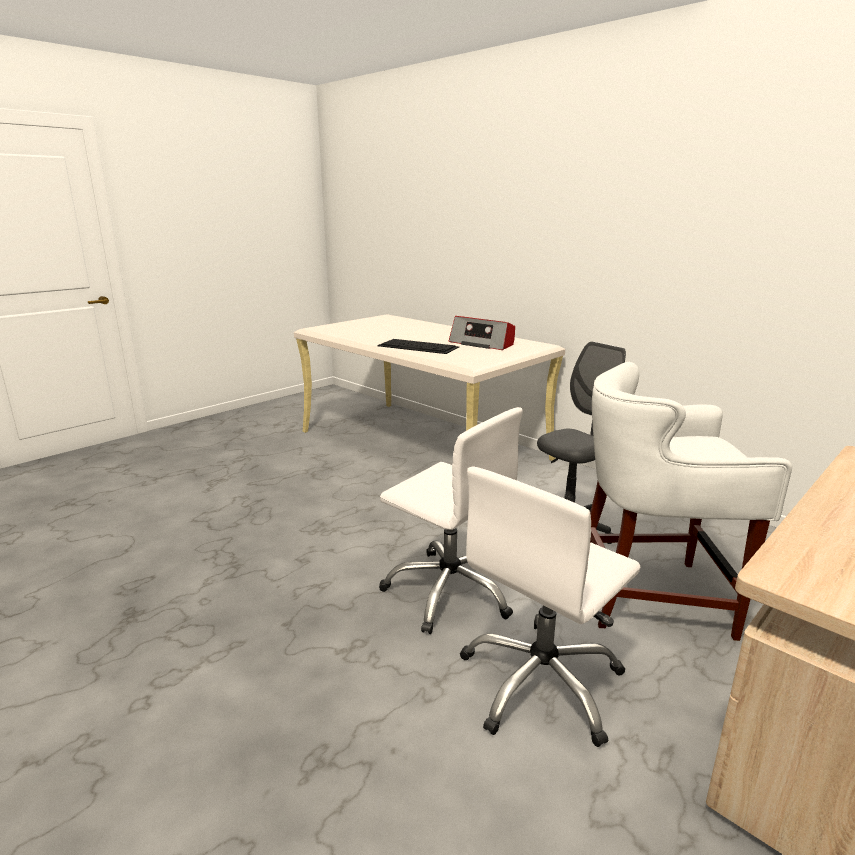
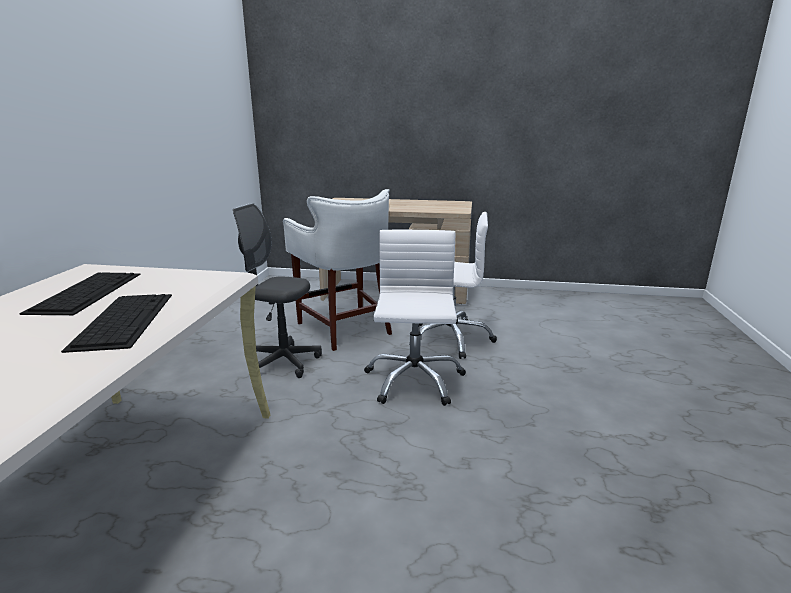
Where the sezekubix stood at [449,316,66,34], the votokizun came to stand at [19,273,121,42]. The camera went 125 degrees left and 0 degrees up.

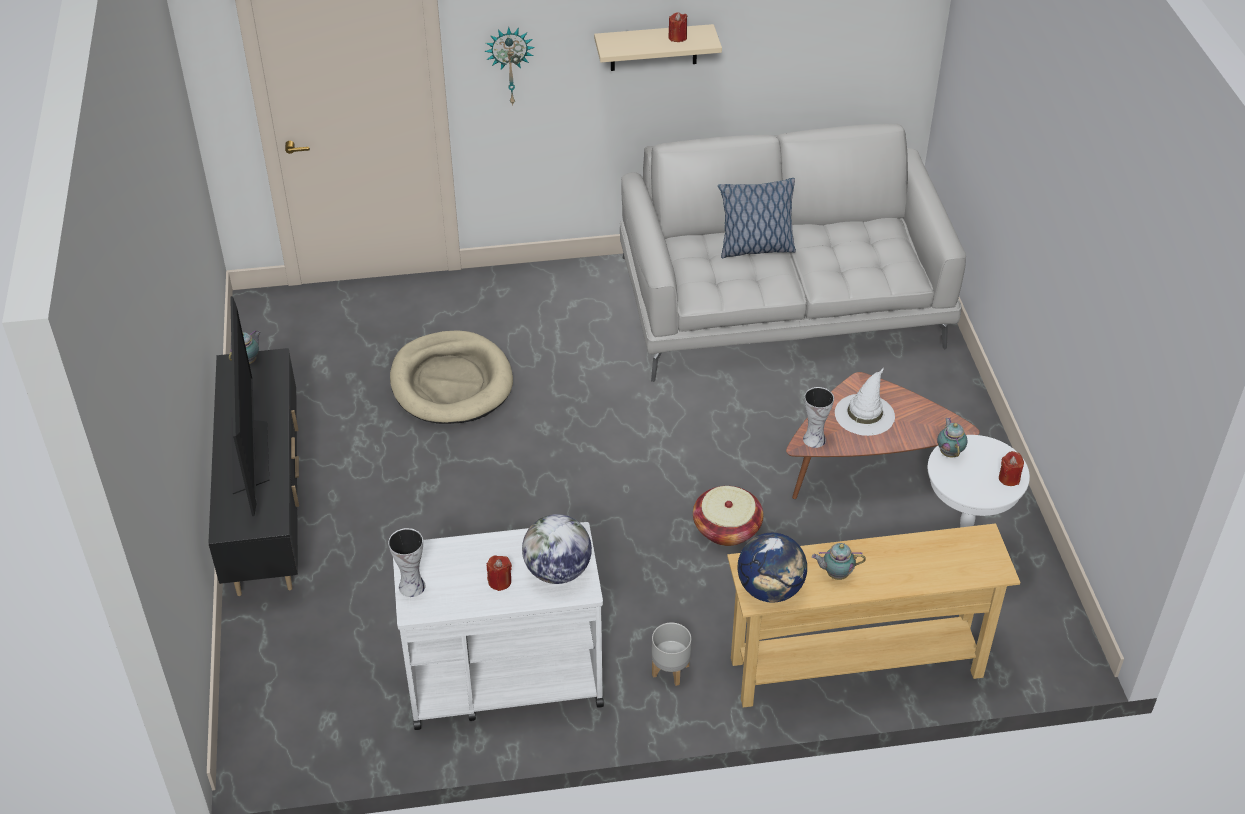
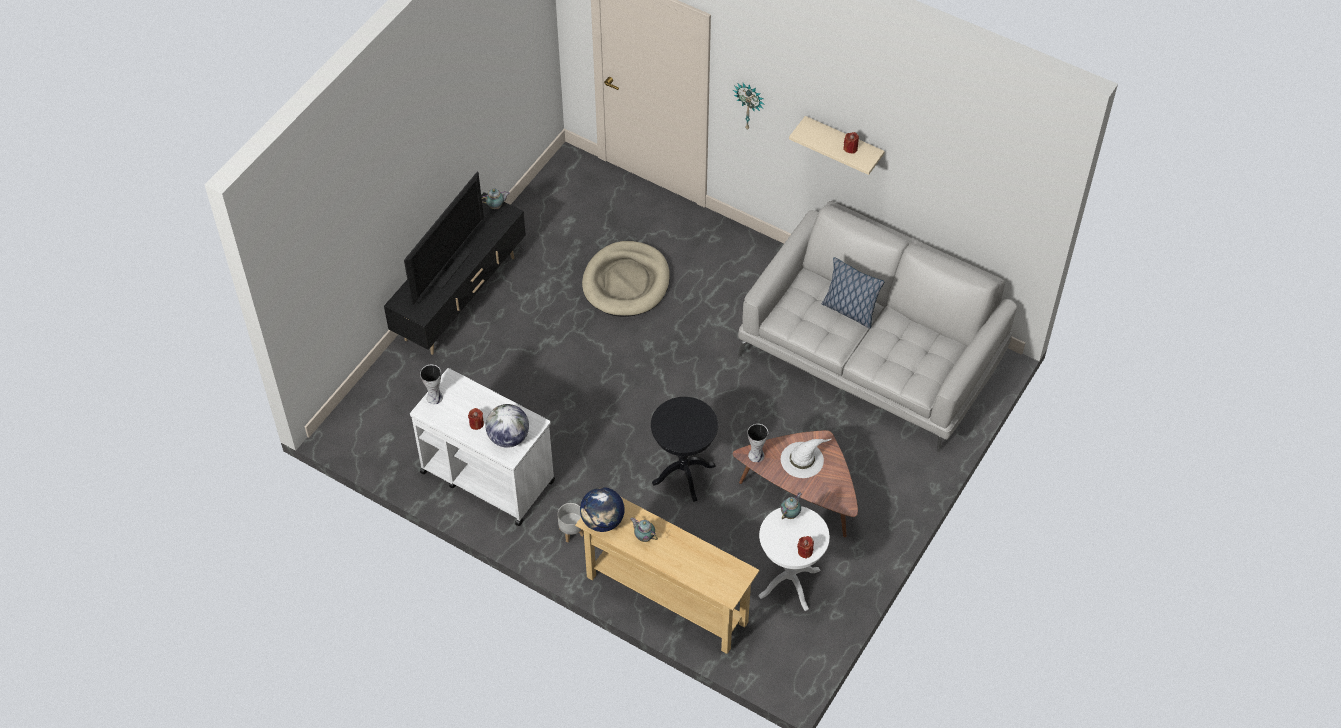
Where the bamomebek stood at [693,486,70,60], the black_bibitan came to stand at [651,397,67,105]. The camera went 40 degrees right and 10 degrees up.

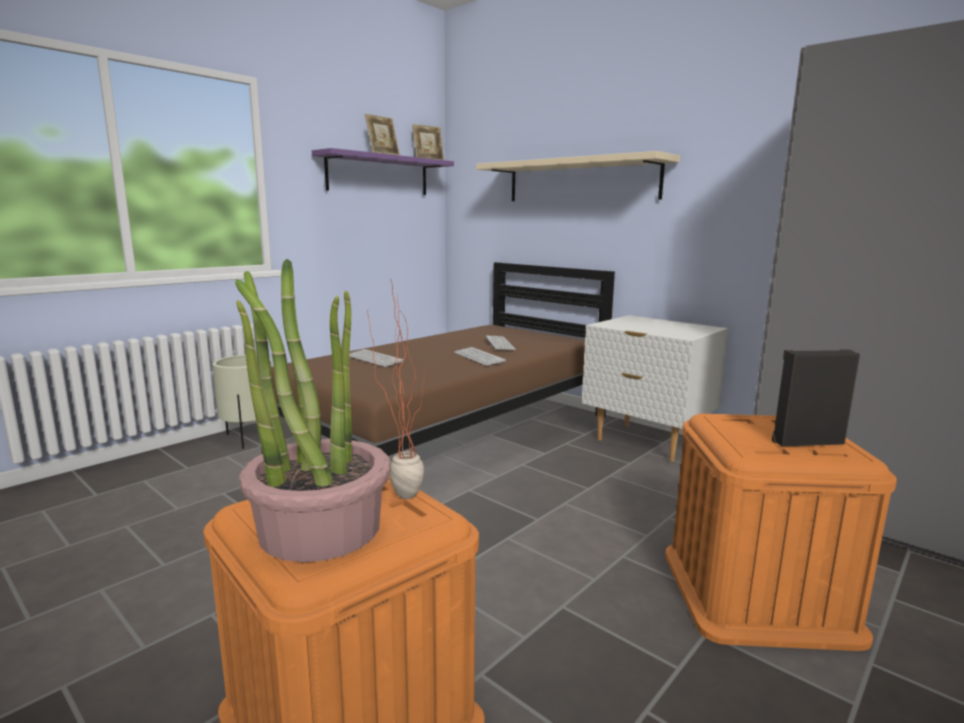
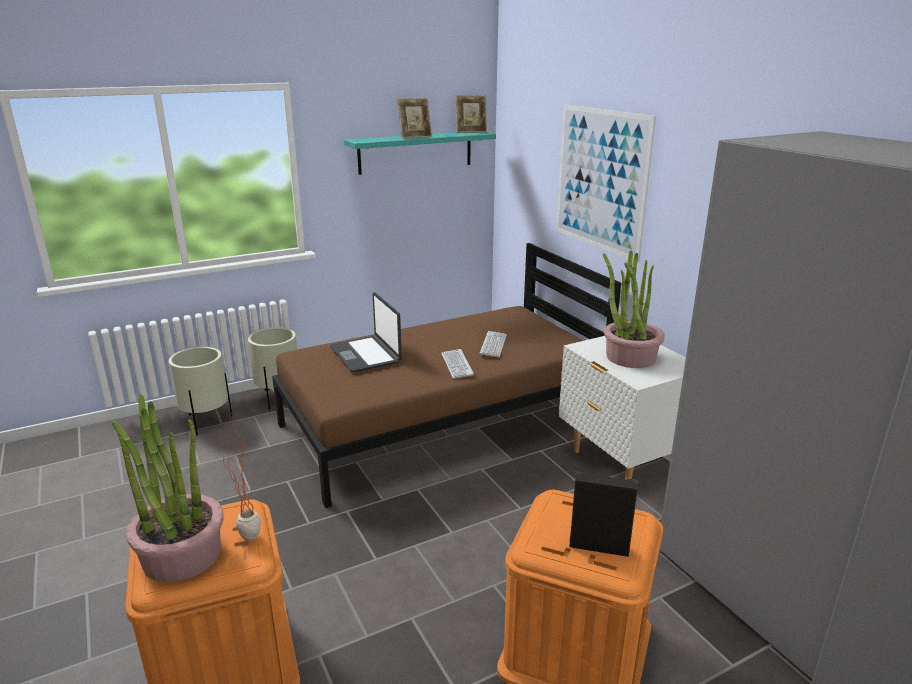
The second view gained the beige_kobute at [169,347,63,88]. The second view gained the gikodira at [603,250,62,118]. Where the votokizun stood at [350,349,53,18], the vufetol came to stand at [330,292,72,80]. Where the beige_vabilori hung at [476,151,204,50], the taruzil came to hang at [556,105,100,157]. What was the purple_vabilori at [312,148,142,47] turned into the turquoise_vabilori at [344,132,152,43]. The camera went 20 degrees right and 10 degrees up.

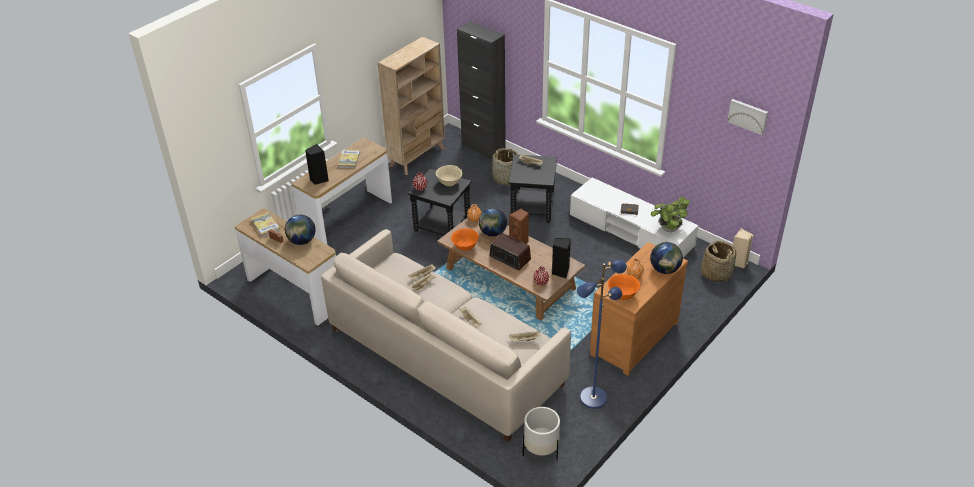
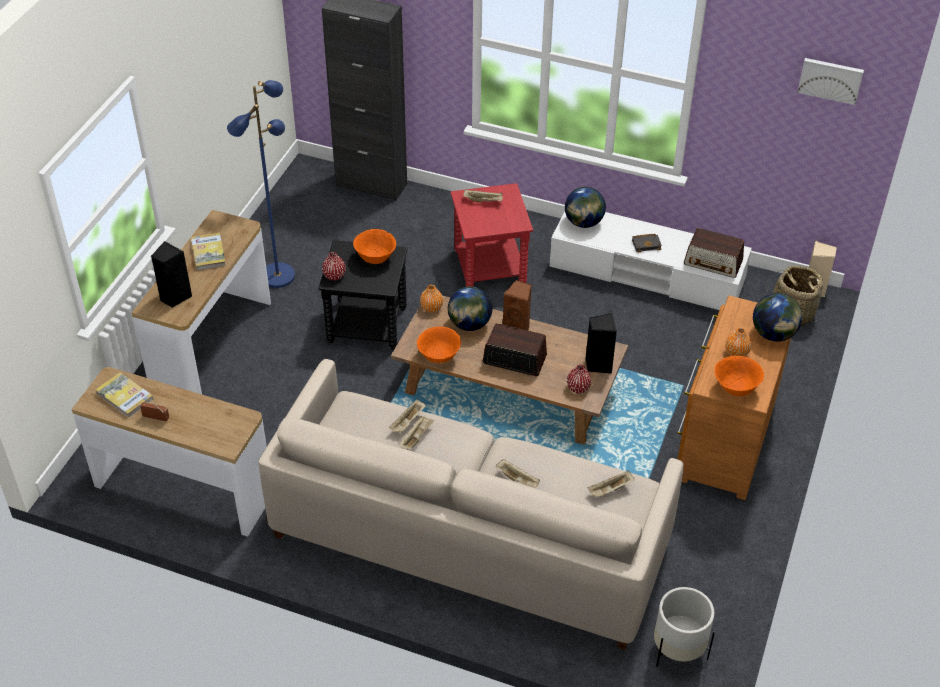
The second view lost the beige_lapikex at [378,37,67,138]. The second view lost the bamomebek at [492,148,27,37]. The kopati ended up elsewhere, having gone from [285,215,31,30] to [565,187,41,41]. The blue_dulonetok ended up elsewhere, having gone from [577,260,50,149] to [227,80,68,208]. Where the gikodira stood at [651,196,39,36], the sezekubix came to stand at [684,228,60,50]. What was the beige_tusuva at [436,165,26,21] turned into the orange_tusuva at [353,229,43,35]. What was the black_bibitan at [509,154,48,69] turned into the red_bibitan at [451,183,82,104]. The camera went 20 degrees left and 5 degrees up.

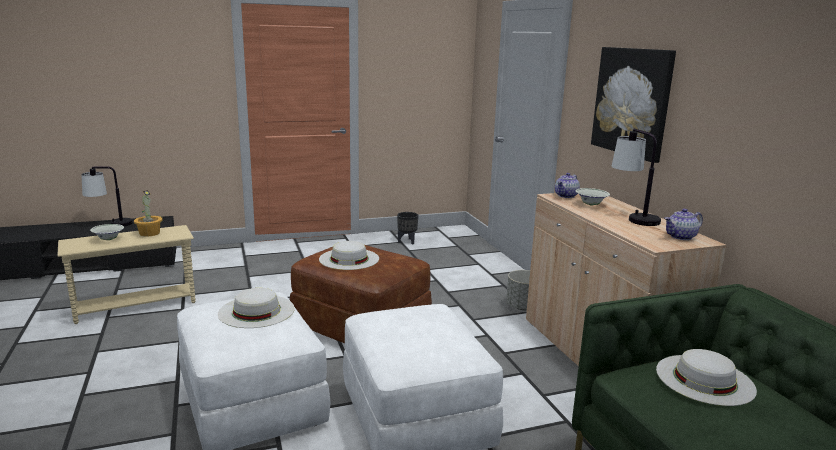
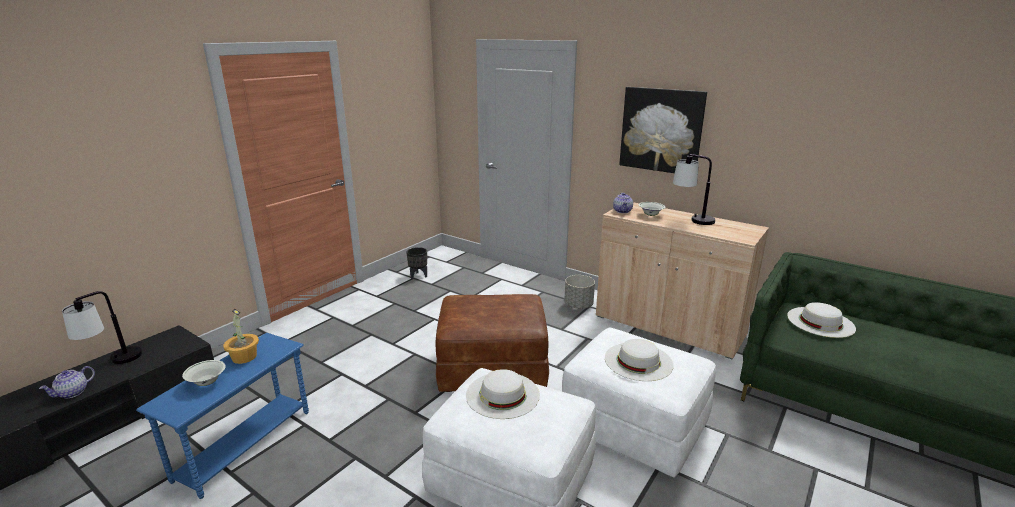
The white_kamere ended up elsewhere, having gone from [319,241,60,29] to [605,339,68,42]. The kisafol ended up elsewhere, having gone from [664,208,39,32] to [39,366,56,32]. What was the beige_bibitan at [57,225,139,99] turned into the blue_bibitan at [136,333,173,166]. The camera went 35 degrees left and 5 degrees up.

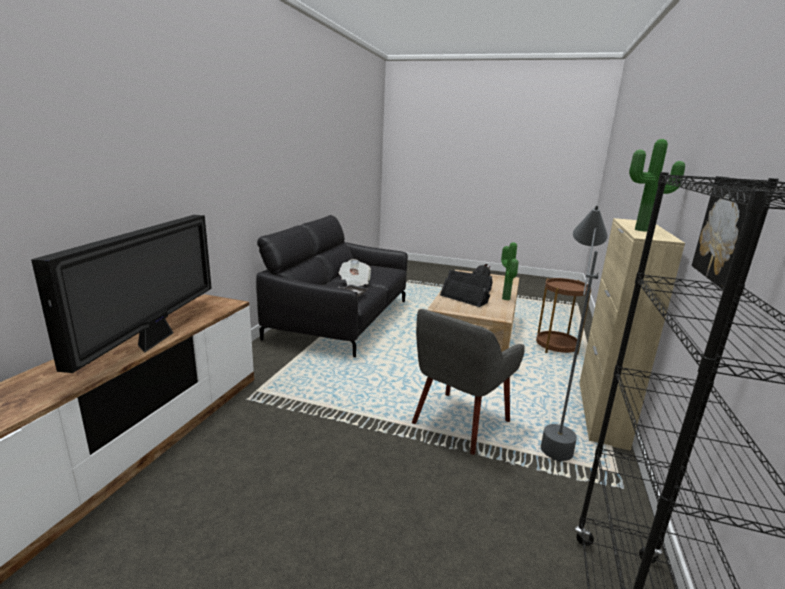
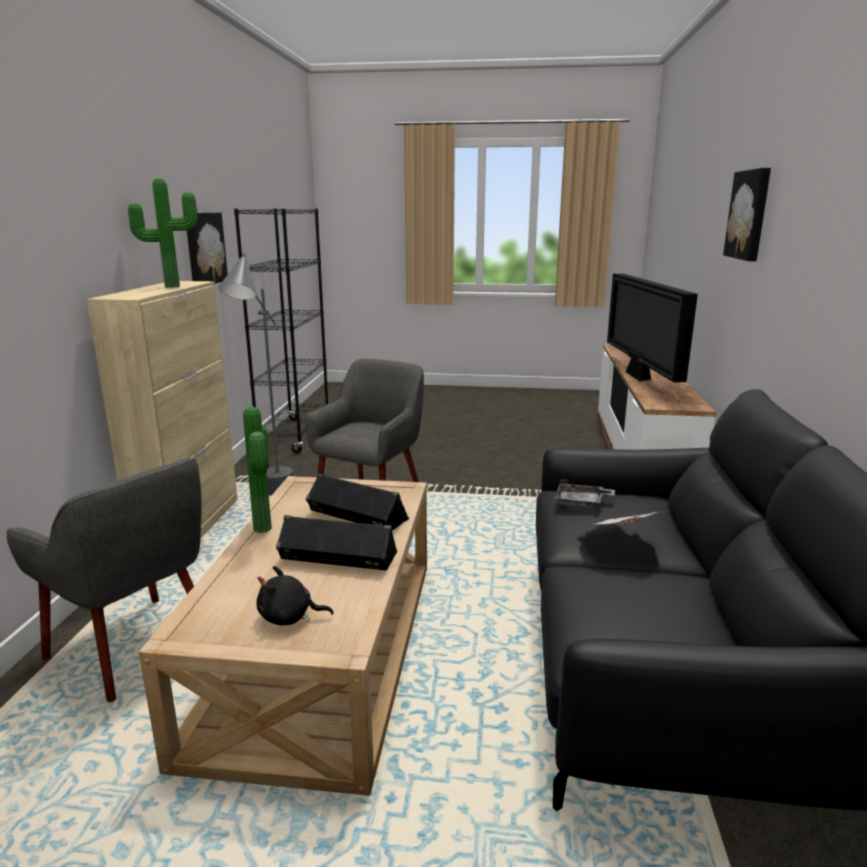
The second view gained the taruzil at [723,168,48,93]. Where the brown_bibitan stood at [536,278,55,77], the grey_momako came to stand at [7,458,195,244]. The camera went 170 degrees right and 0 degrees up.

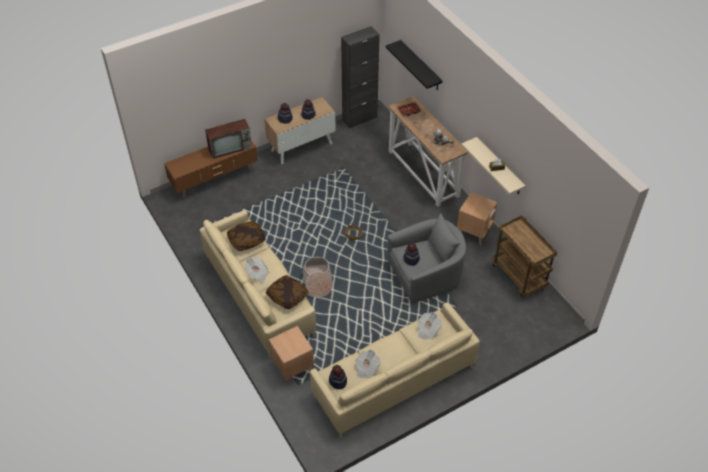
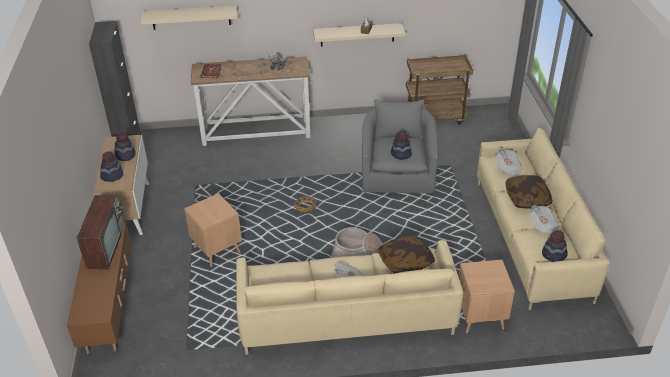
The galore ended up elsewhere, having gone from [227,221,39,30] to [505,175,47,34]. The brown_bibitan ended up elsewhere, having gone from [457,192,40,53] to [184,193,58,74]. What was the black_vabilori at [386,40,56,50] turned into the beige_vabilori at [141,6,96,24]. The camera went 65 degrees left and 10 degrees down.

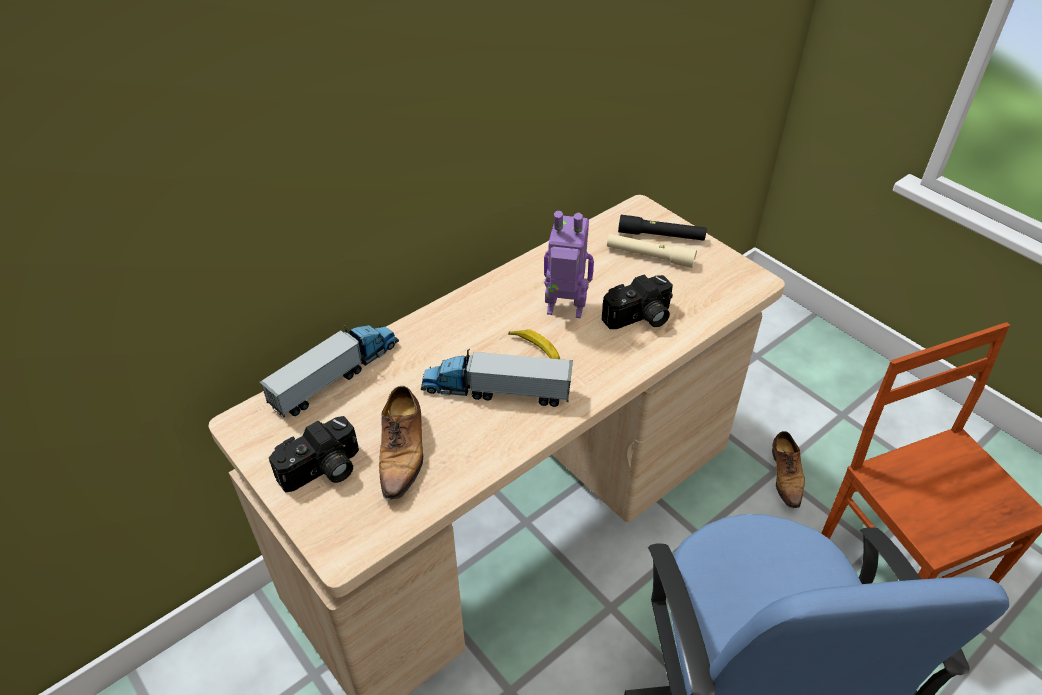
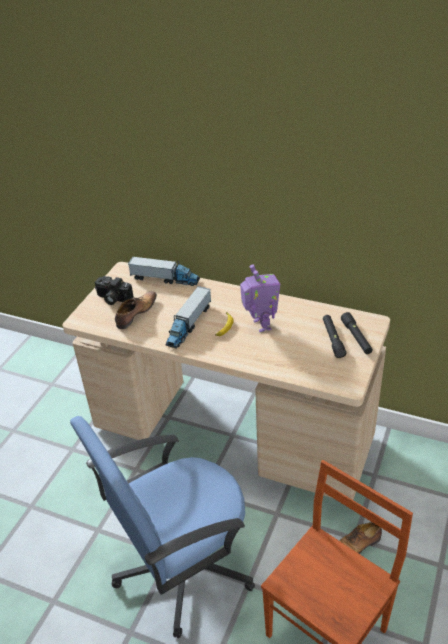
The second view lost the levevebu at [602,275,71,54]. What was the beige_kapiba at [607,234,90,34] turned into the black_kapiba at [323,315,23,43]. The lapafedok at [379,386,44,114] ended up facing another way, 150 degrees clockwise from before. The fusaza at [421,349,152,58] ended up facing another way, 135 degrees counterclockwise from before. The camera went 65 degrees right and 5 degrees down.

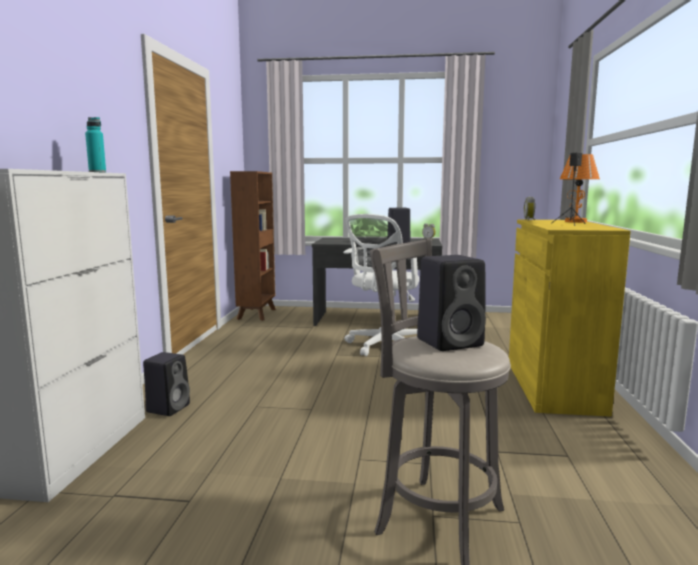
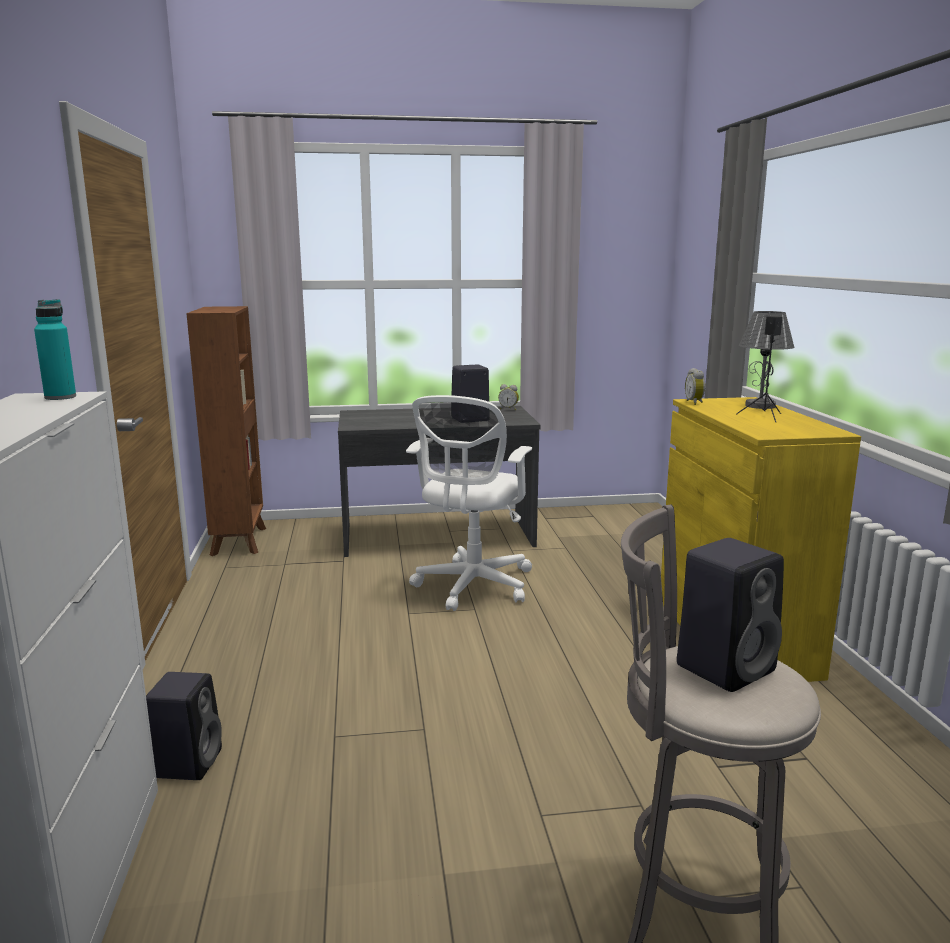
What was the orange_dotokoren at [560,154,40,69] turned into the grey_dotokoren at [739,311,55,98]. The camera went 15 degrees left and 5 degrees up.

